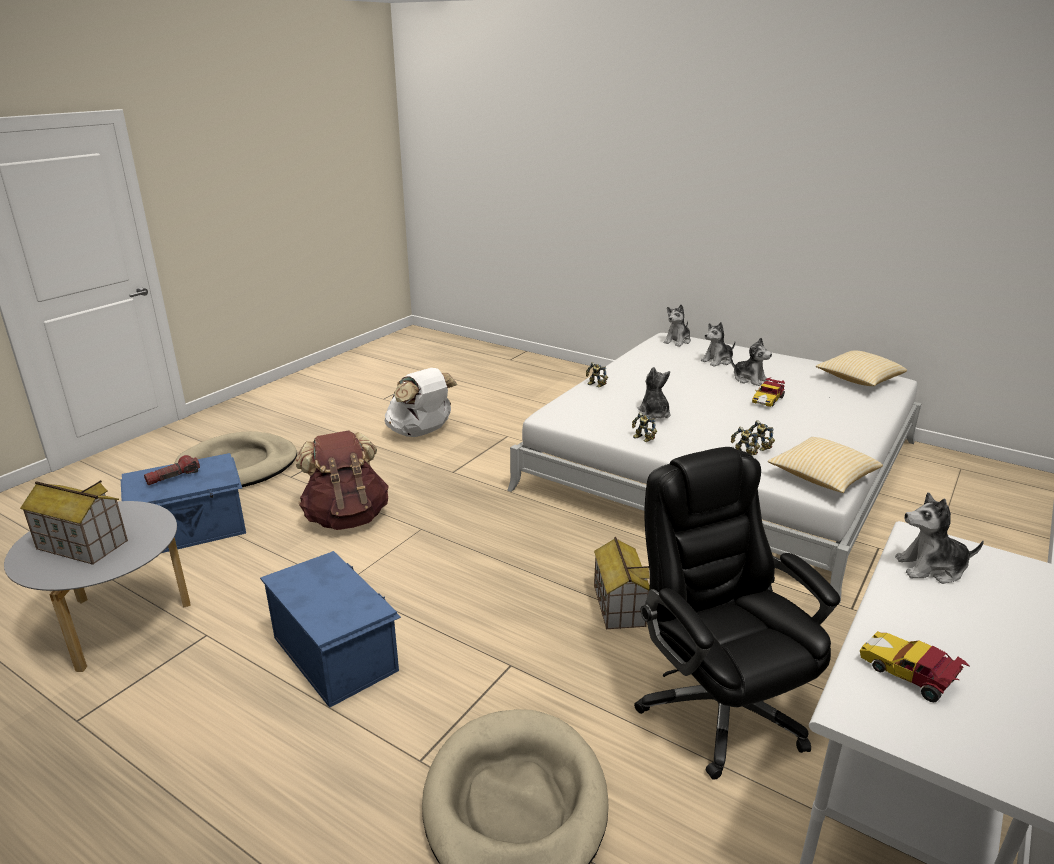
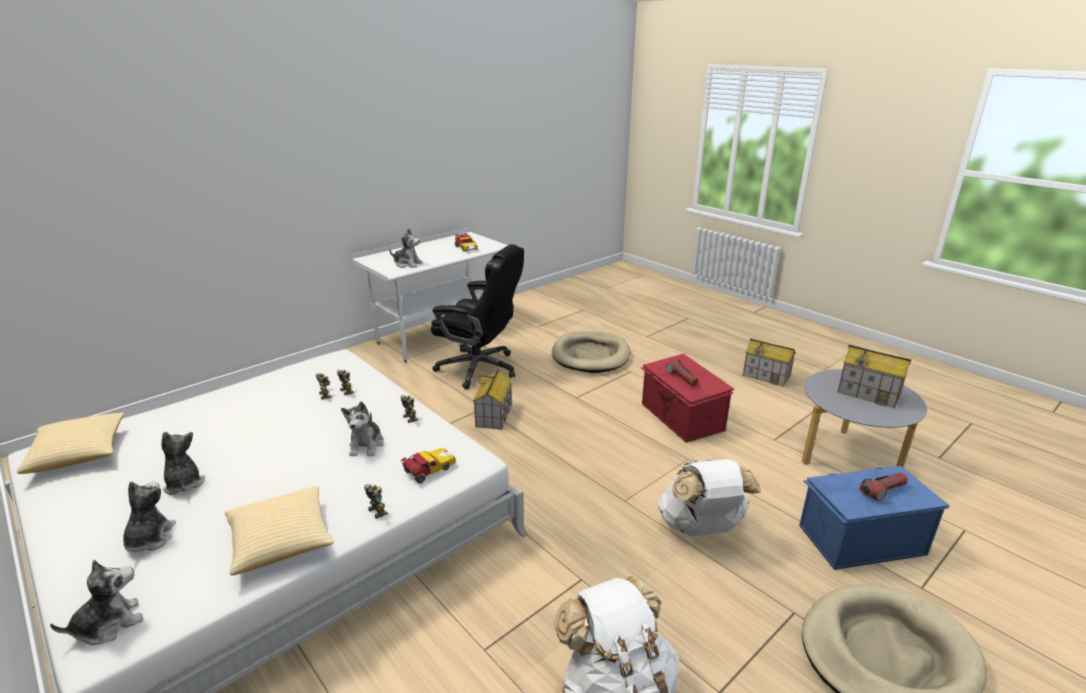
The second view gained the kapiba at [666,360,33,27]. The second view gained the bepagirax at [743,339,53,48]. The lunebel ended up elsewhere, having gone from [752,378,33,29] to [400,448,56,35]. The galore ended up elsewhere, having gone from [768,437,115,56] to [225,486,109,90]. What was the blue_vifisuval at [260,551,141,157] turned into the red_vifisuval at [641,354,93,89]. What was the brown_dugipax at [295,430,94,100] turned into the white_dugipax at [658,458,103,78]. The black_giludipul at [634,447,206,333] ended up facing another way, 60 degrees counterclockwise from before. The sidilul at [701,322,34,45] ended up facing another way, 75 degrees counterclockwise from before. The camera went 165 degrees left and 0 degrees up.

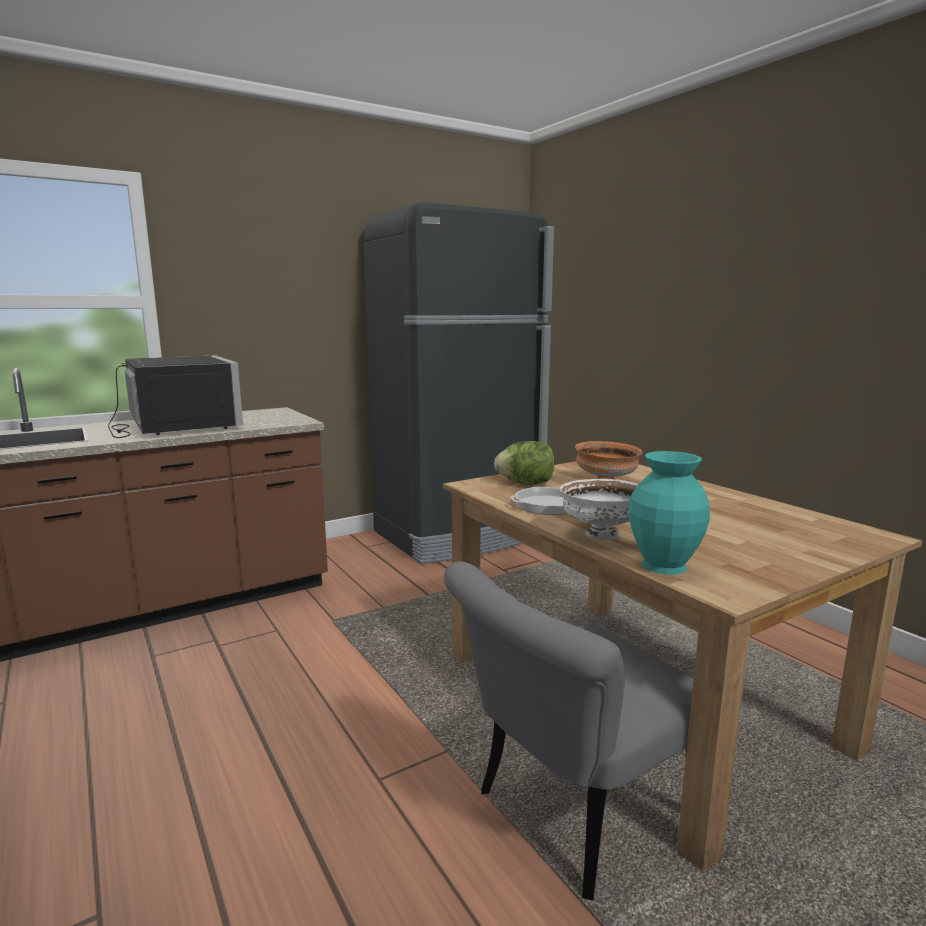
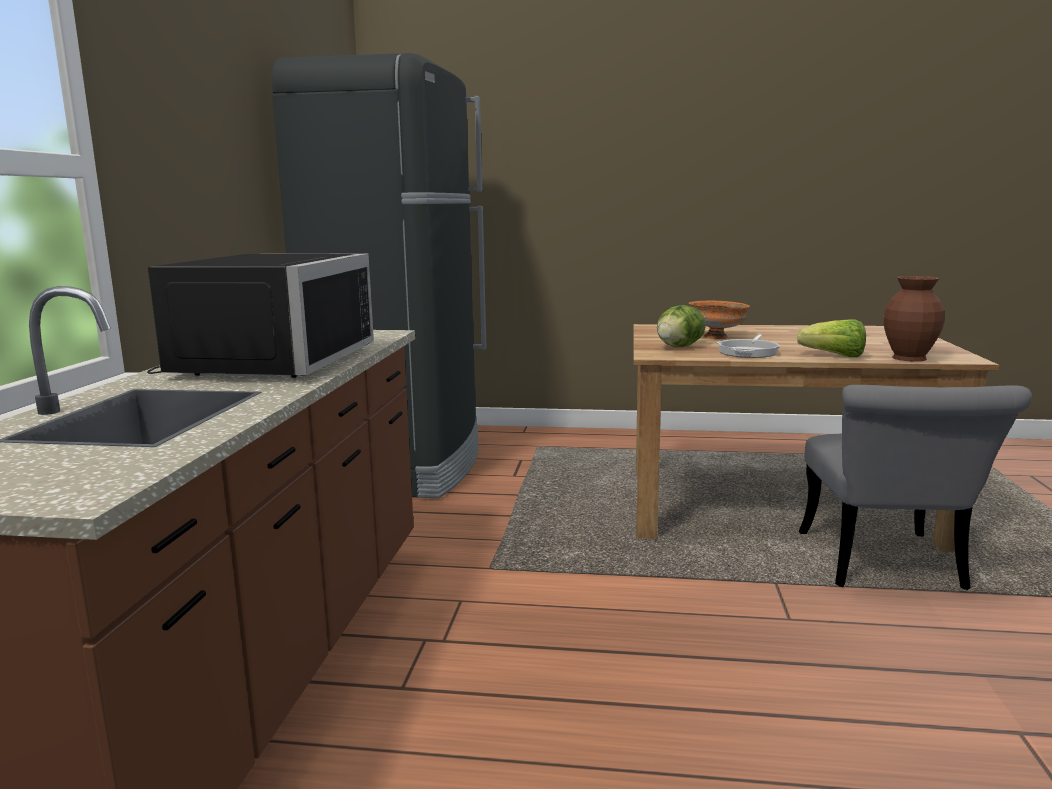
Where the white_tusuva stood at [560,479,78,61], the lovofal came to stand at [797,319,69,38]. What was the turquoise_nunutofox at [628,451,82,124] turned into the brown_nunutofox at [883,276,62,86]. The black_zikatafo at [108,355,135,83] ended up facing another way, 90 degrees clockwise from before. The camera went 50 degrees left and 0 degrees up.

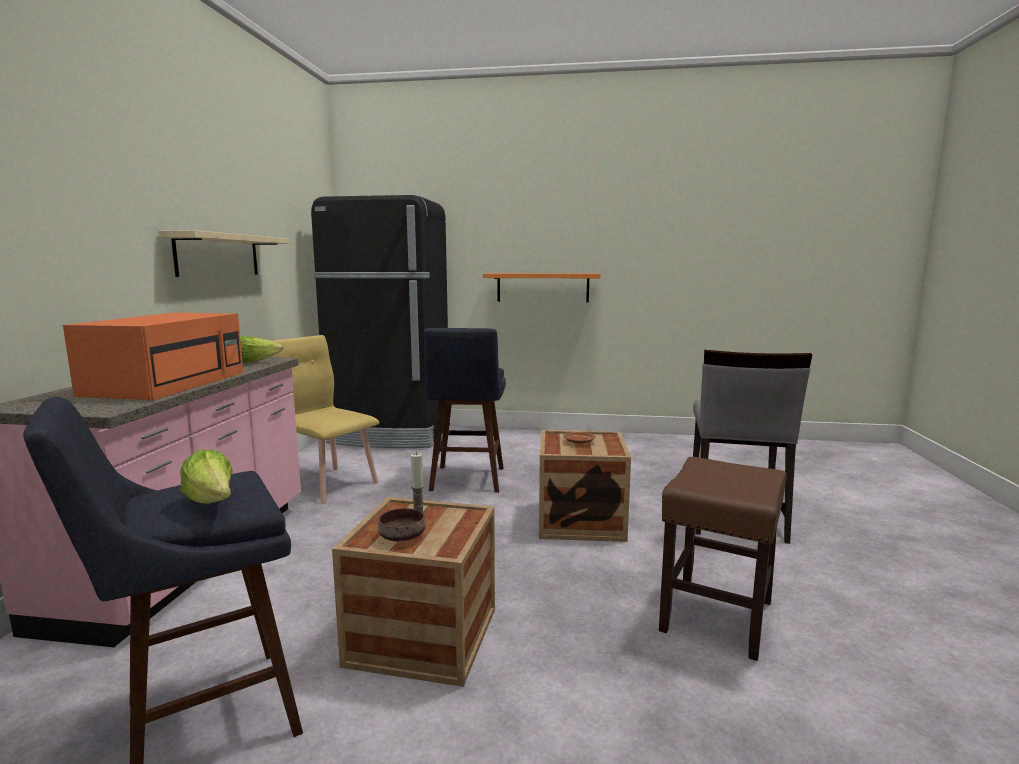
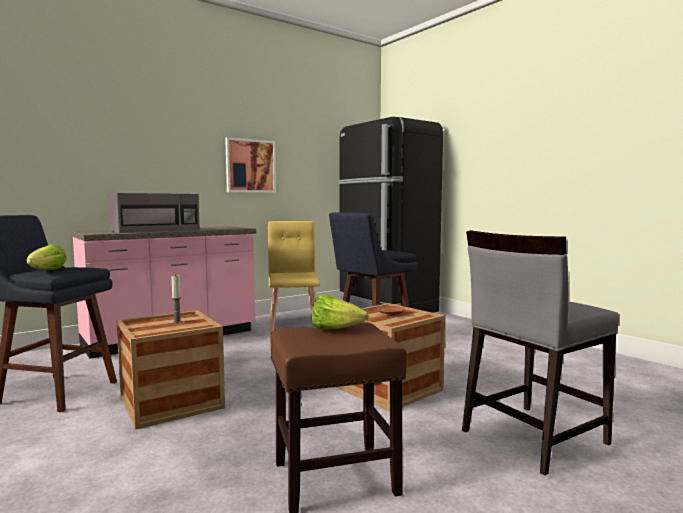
The second view lost the brown_tusuva at [378,508,47,34]. The second view lost the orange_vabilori at [483,273,118,29]. The lovofal ended up elsewhere, having gone from [240,336,43,27] to [311,295,58,34]. Where the beige_vabilori hung at [159,230,131,47], the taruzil came to hang at [225,137,51,56]. What was the orange_zikatafo at [63,313,180,88] turned into the grey_zikatafo at [107,193,93,40]. The camera went 45 degrees right and 5 degrees down.

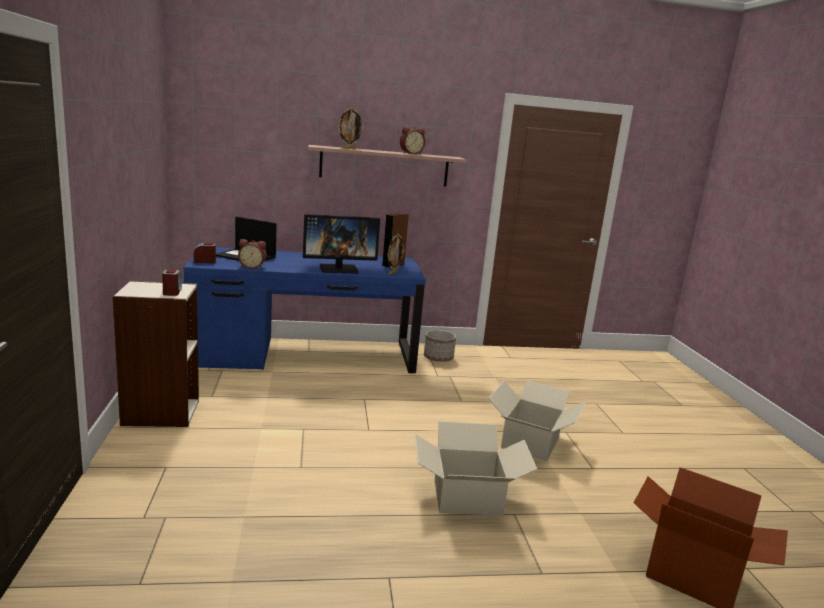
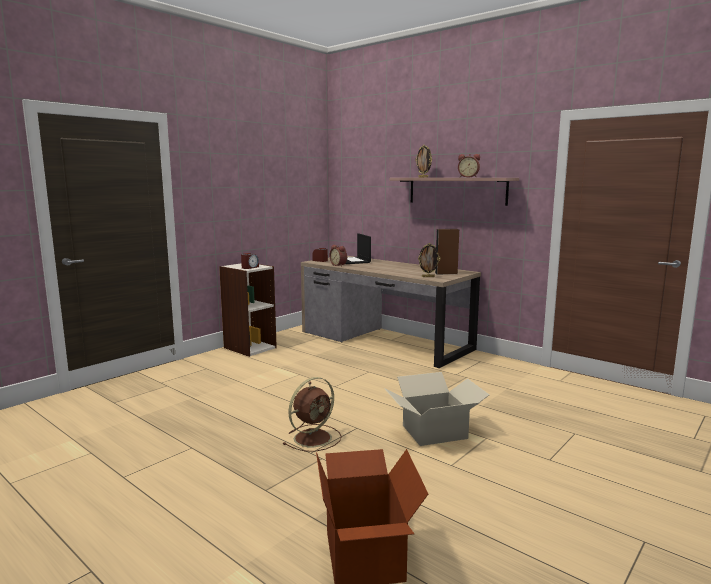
The second view lost the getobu at [303,214,77,60]. The second view lost the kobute at [424,330,32,32]. Where the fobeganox stood at [415,421,122,95], the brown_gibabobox came to stand at [283,377,59,75]. What was the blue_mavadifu at [184,247,242,127] turned into the brown_mavadifu at [301,256,180,112]. The camera went 50 degrees right and 5 degrees down.

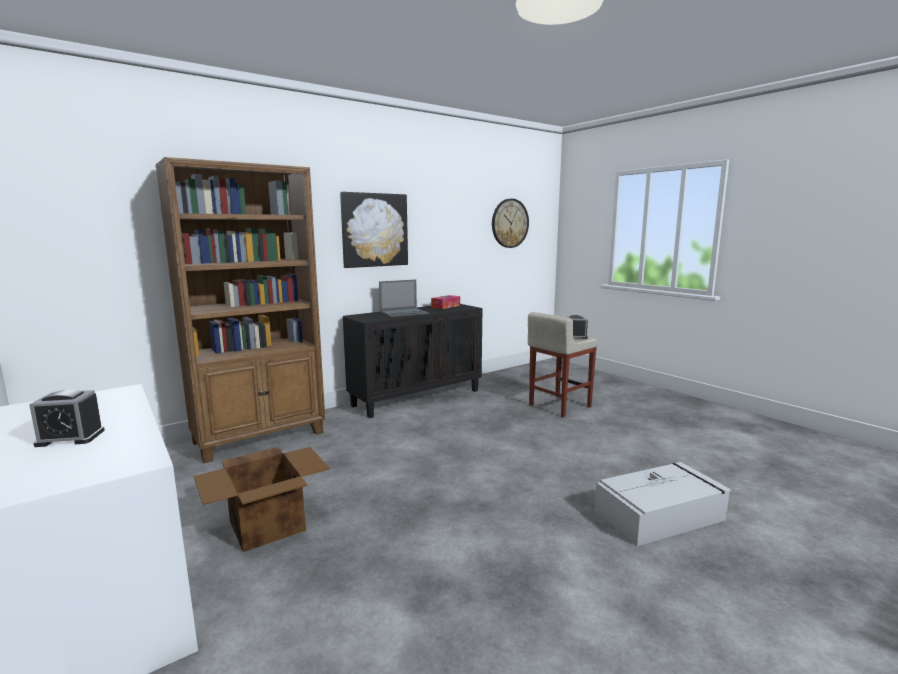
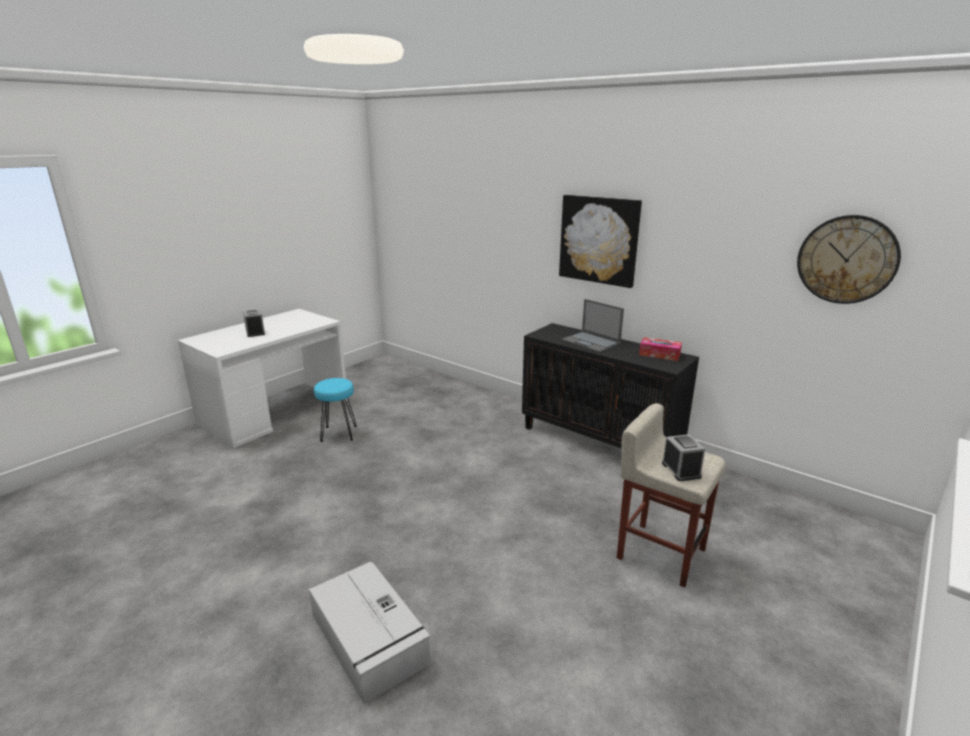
The second view lost the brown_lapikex at [156,157,169,306]. Where the fobeganox stood at [193,447,137,105], the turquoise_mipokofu came to stand at [314,378,43,64]. The camera went 75 degrees right and 10 degrees up.

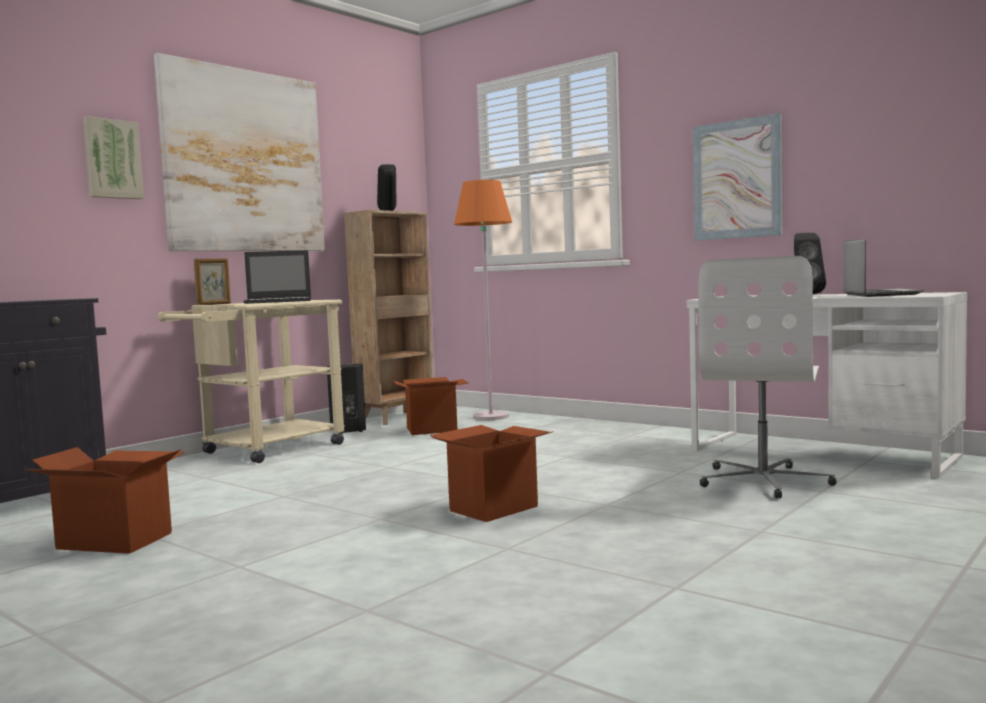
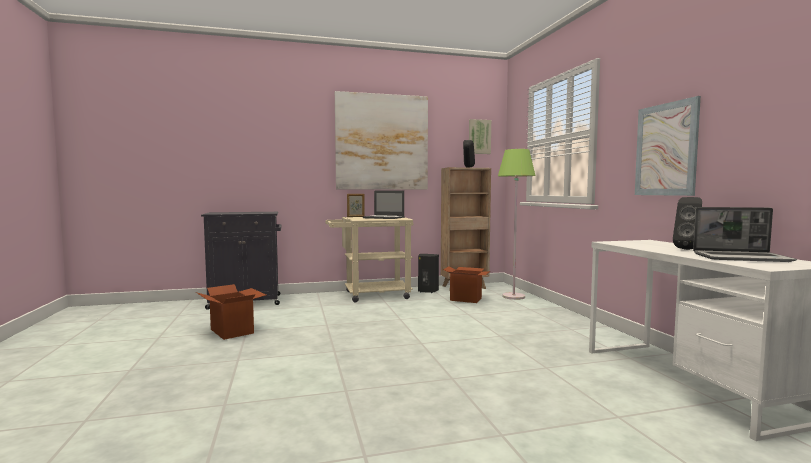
The second view lost the fobeganox at [430,425,124,97]. The second view lost the white_giludipul at [698,256,139,243]. The taruzil ended up elsewhere, having gone from [83,116,61,83] to [469,119,22,35]. What was the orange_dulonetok at [454,180,58,240] turned into the green_dulonetok at [498,149,38,151]. The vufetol at [843,239,81,58] ended up facing another way, 60 degrees clockwise from before. The camera went 35 degrees right and 0 degrees up.

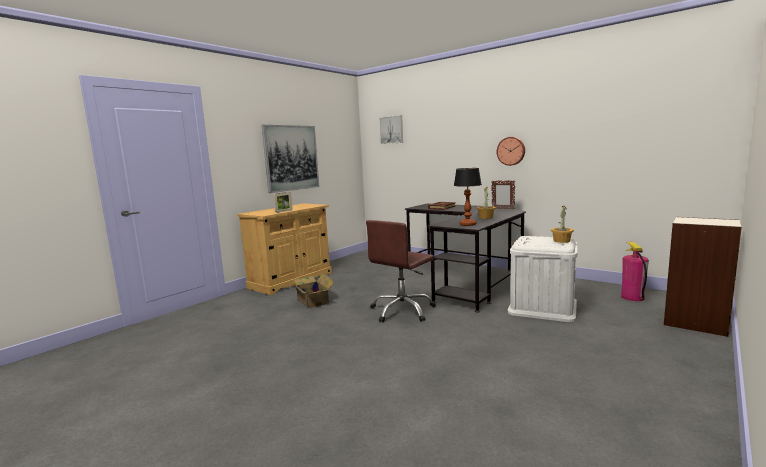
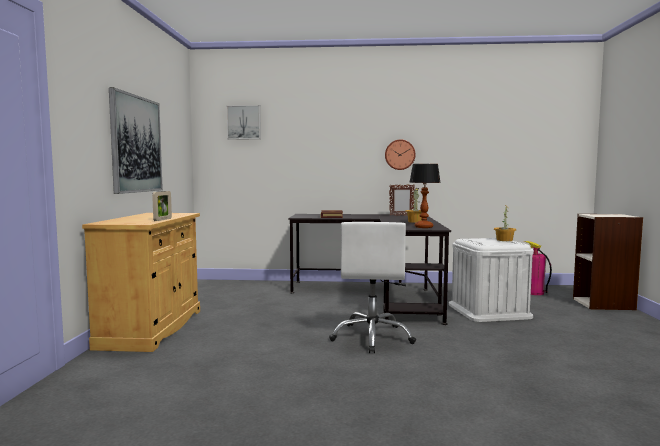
The second view lost the fobeganox at [292,273,42,35]. What was the brown_giludipul at [366,220,70,102] turned into the white_giludipul at [329,222,87,131]. The camera went 35 degrees left and 5 degrees down.

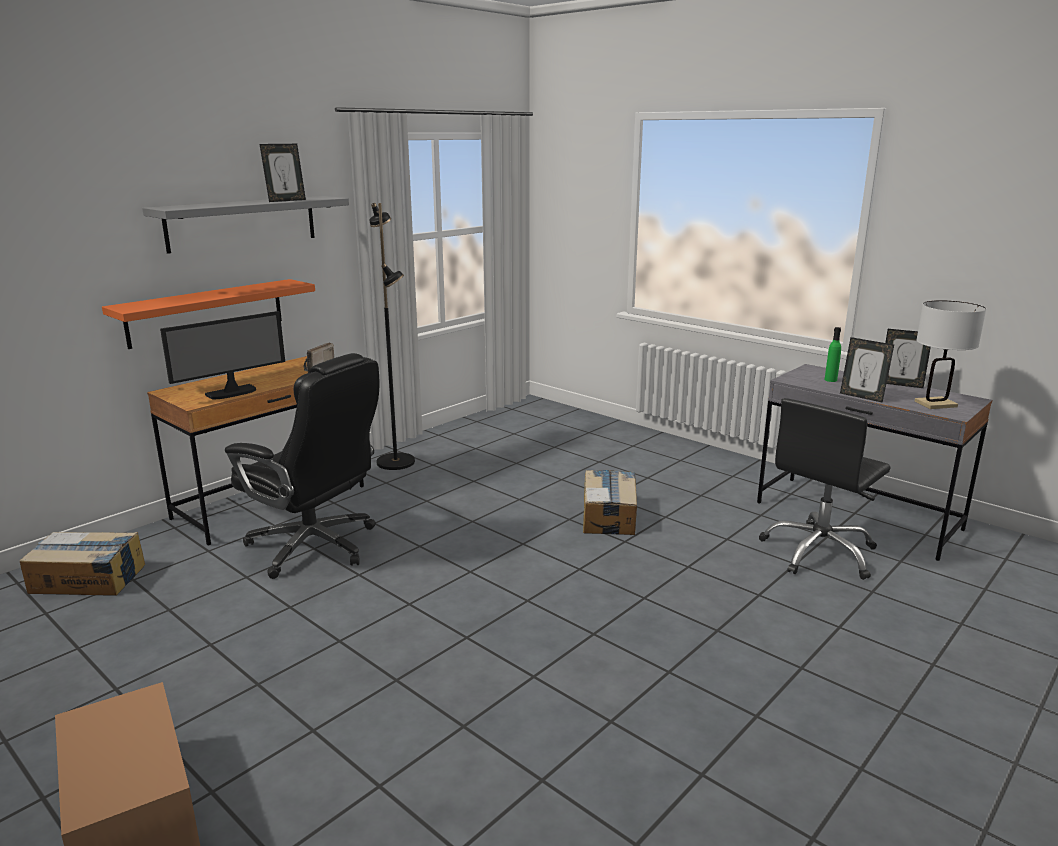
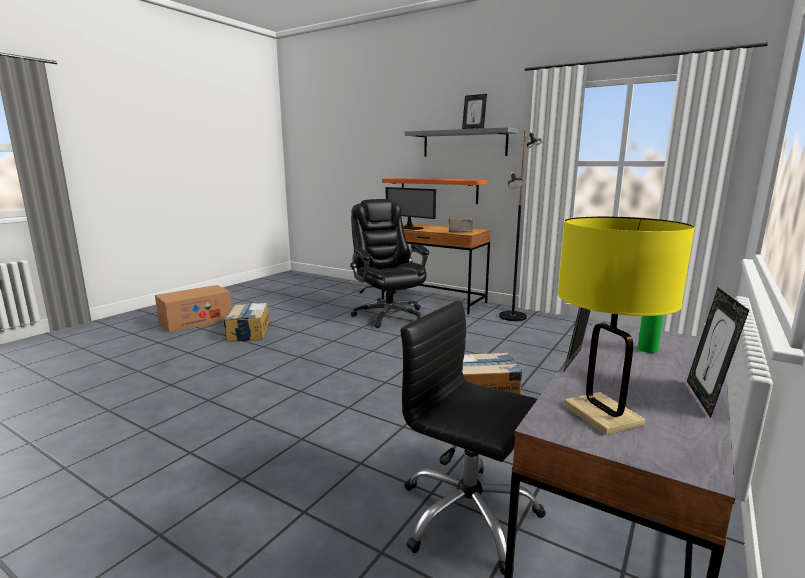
The fobeganox ended up elsewhere, having gone from [20,532,125,64] to [224,303,45,39]. What was the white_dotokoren at [914,300,72,109] turned into the yellow_dotokoren at [558,216,137,219]. The black_giludipul at [225,353,154,226] ended up facing another way, 135 degrees clockwise from before. The camera went 80 degrees right and 5 degrees down.

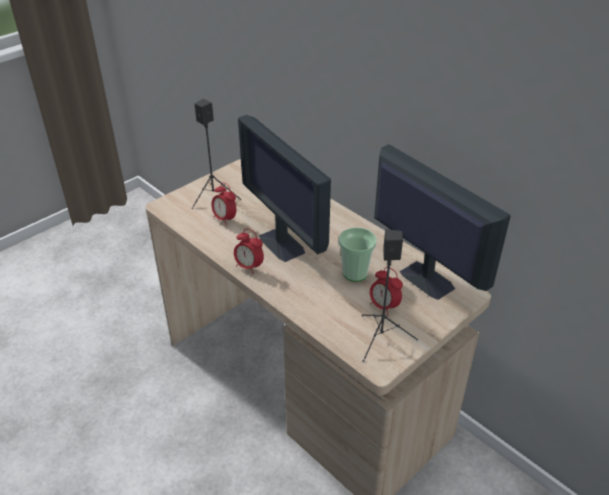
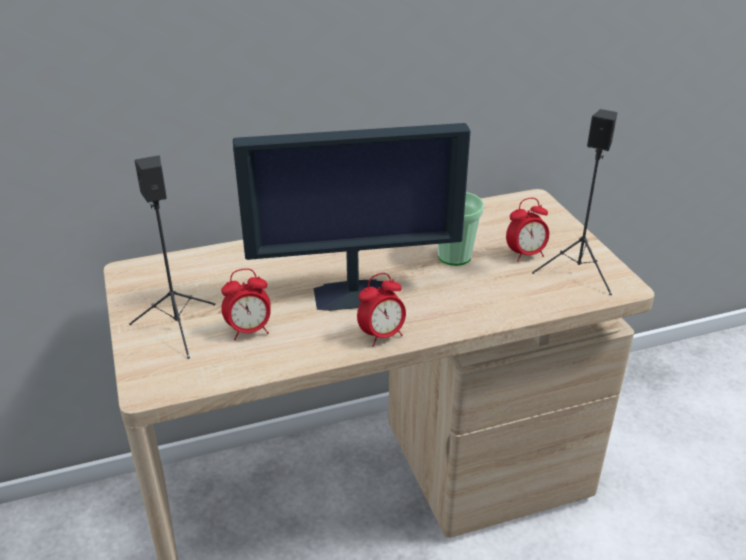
The second view lost the getobu at [374,144,137,156]. The camera went 65 degrees left and 5 degrees down.

